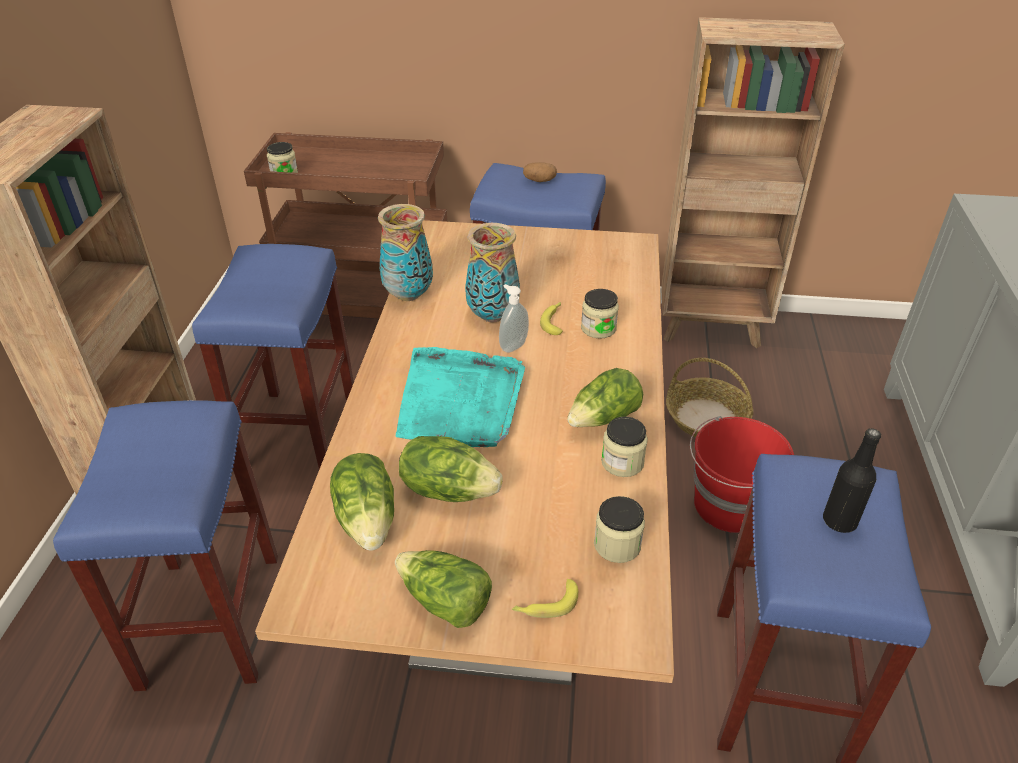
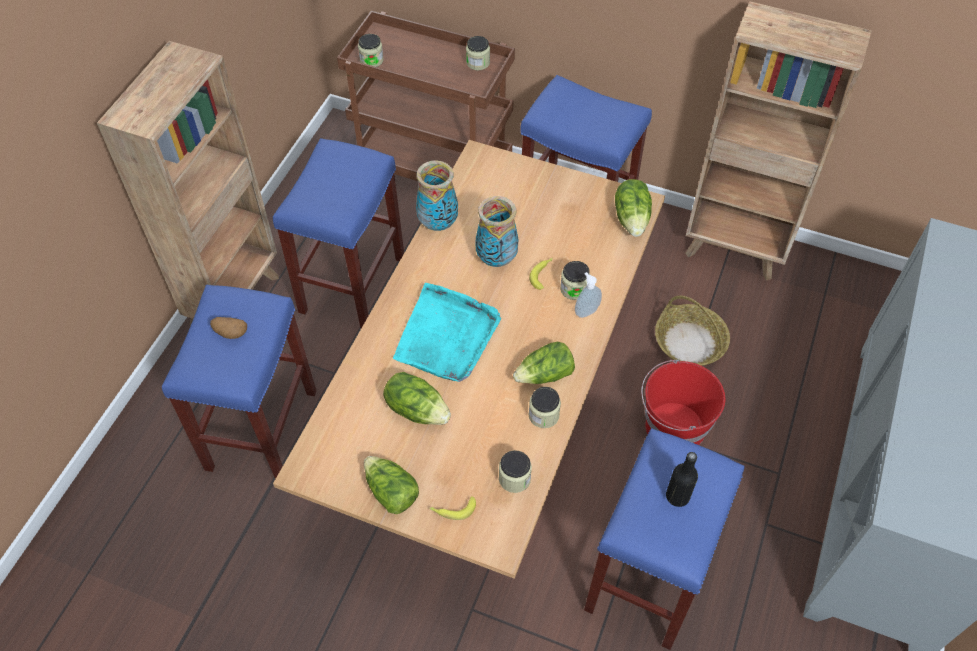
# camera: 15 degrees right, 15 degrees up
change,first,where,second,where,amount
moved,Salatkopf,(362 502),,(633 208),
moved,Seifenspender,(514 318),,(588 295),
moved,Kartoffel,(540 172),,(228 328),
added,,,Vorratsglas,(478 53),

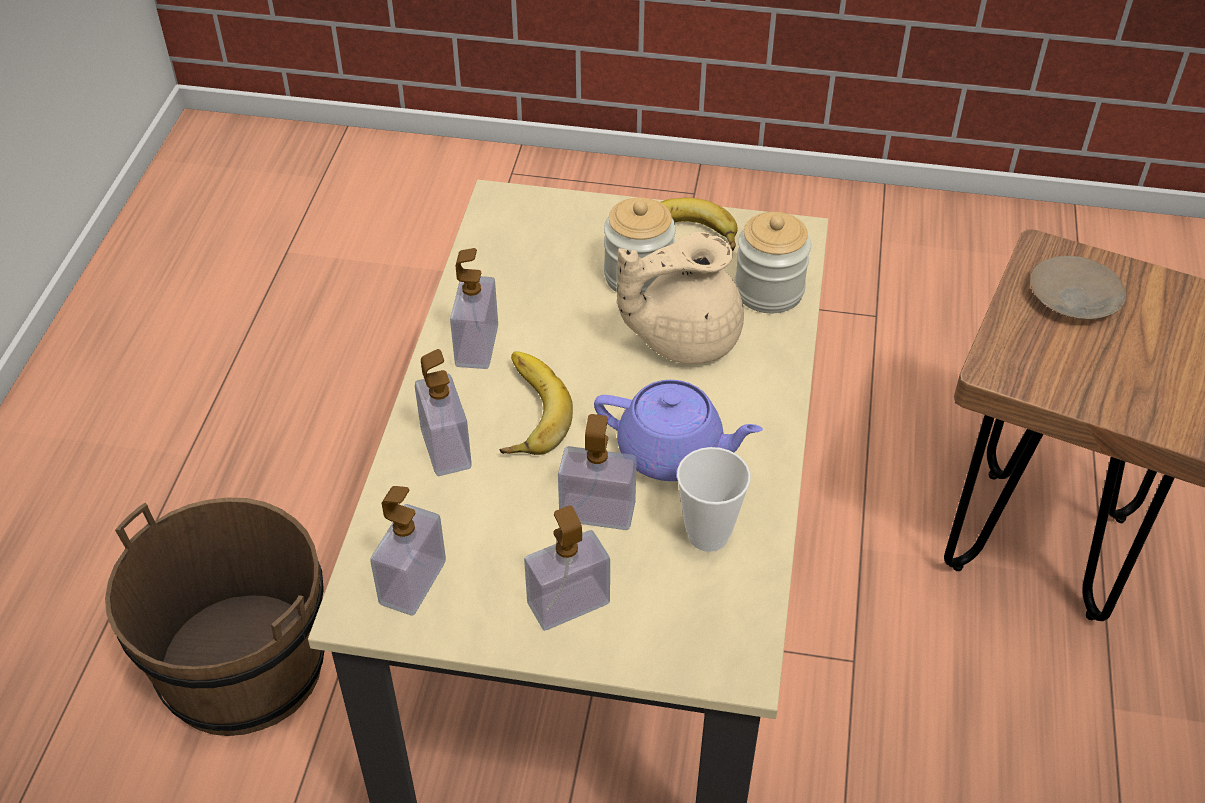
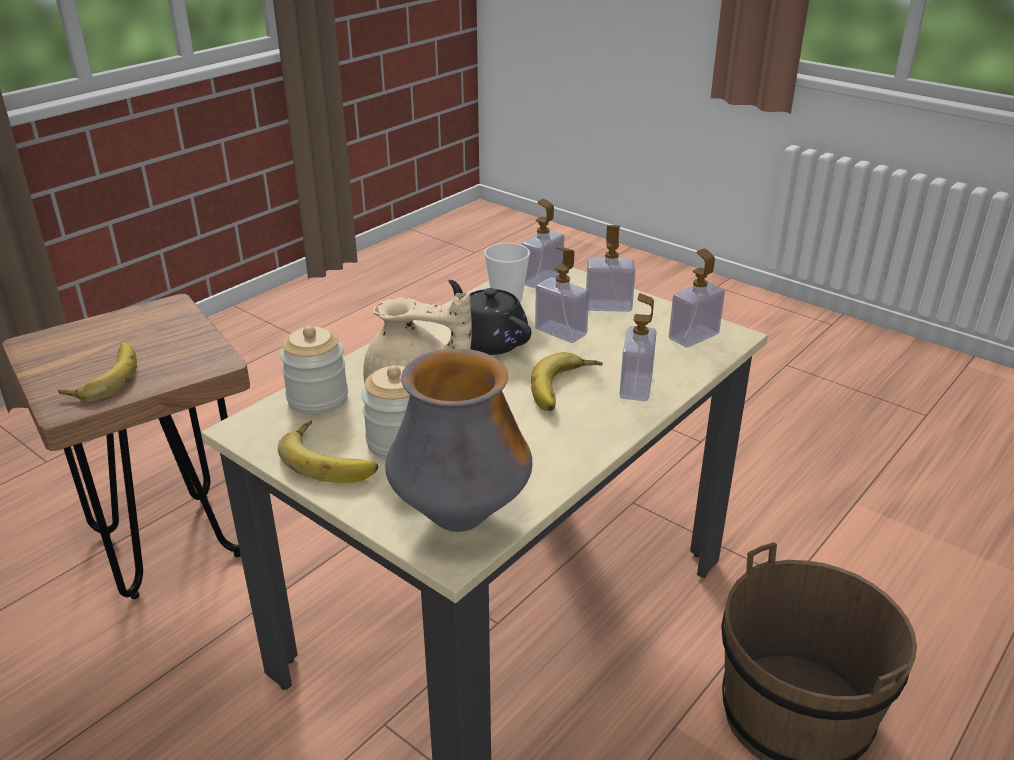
# camera: 150 degrees left, 15 degrees down
change,first,where,second,where,amount
moved,Seifenspender,(474 308),,(543 244),
recoloured,Teekanne [lila],(678 430),Teekanne [schwarz],(489 317),
replaced,Teller [beige],(1078 288),Banane,(97 372),
added,,,Vase,(458 440),

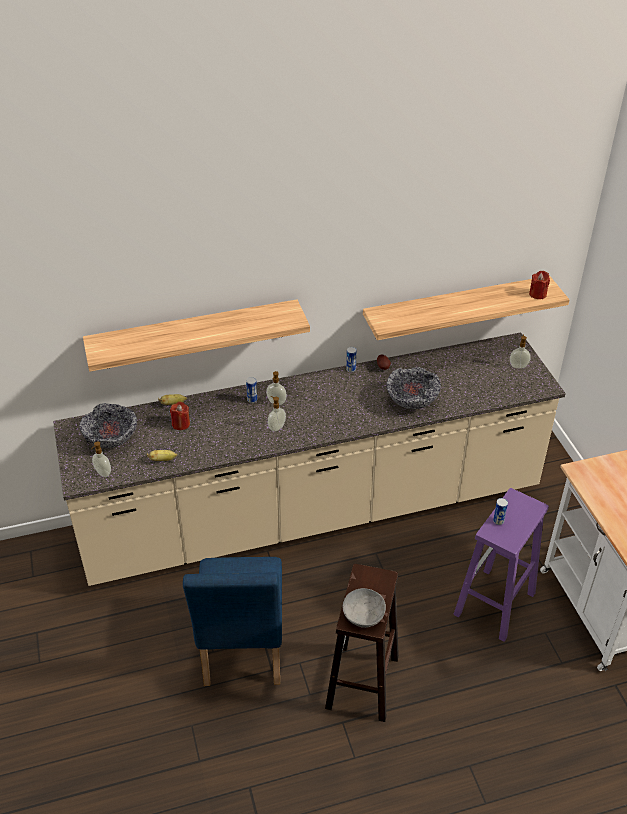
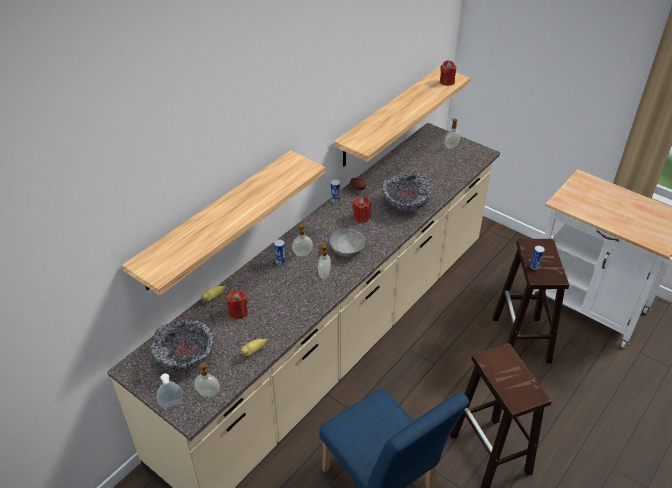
# camera: 35 degrees left, 0 degrees up
change,first,where,second,where,amount
moved,Schüssel [grau],(364 608),,(347 243),
recoloured,Hocker [lila],(501 565),Hocker [braun],(530 301),
added,,,Seifenspender,(170 390),
added,,,Kerze [rot],(361 209),

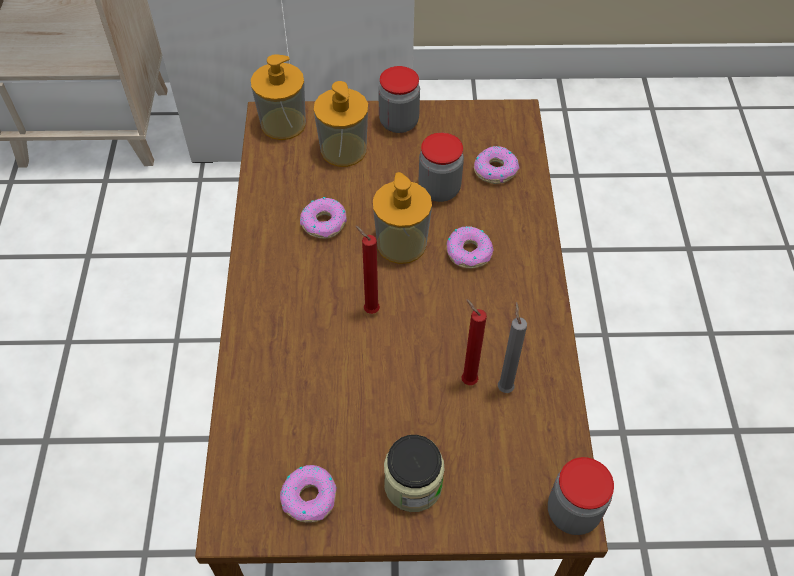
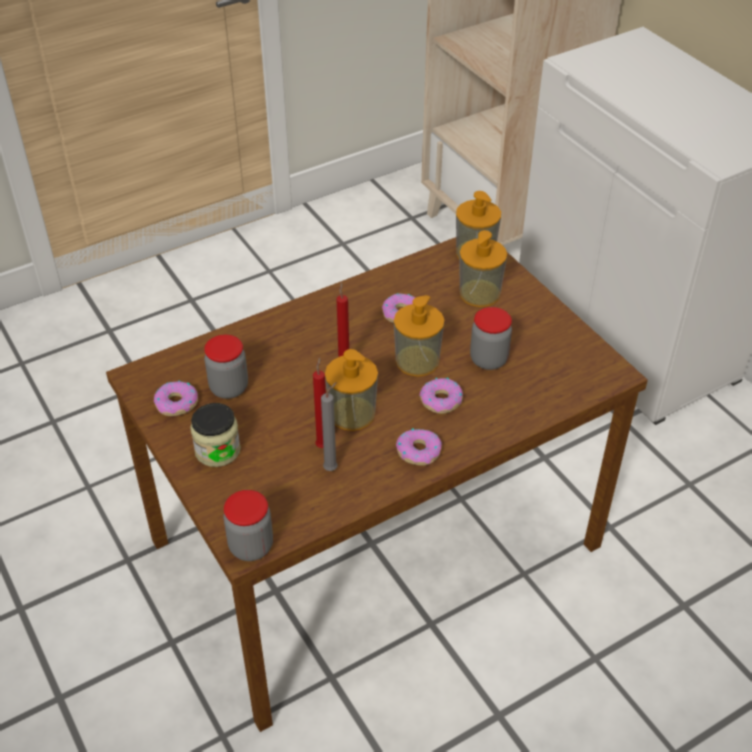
# camera: 60 degrees right, 10 degrees down
change,first,where,second,where,amount
moved,Vorratsglas,(399 99),,(226 367),
moved,Donut,(496 165),,(419 446),
added,,,Seifenspender,(351 390),

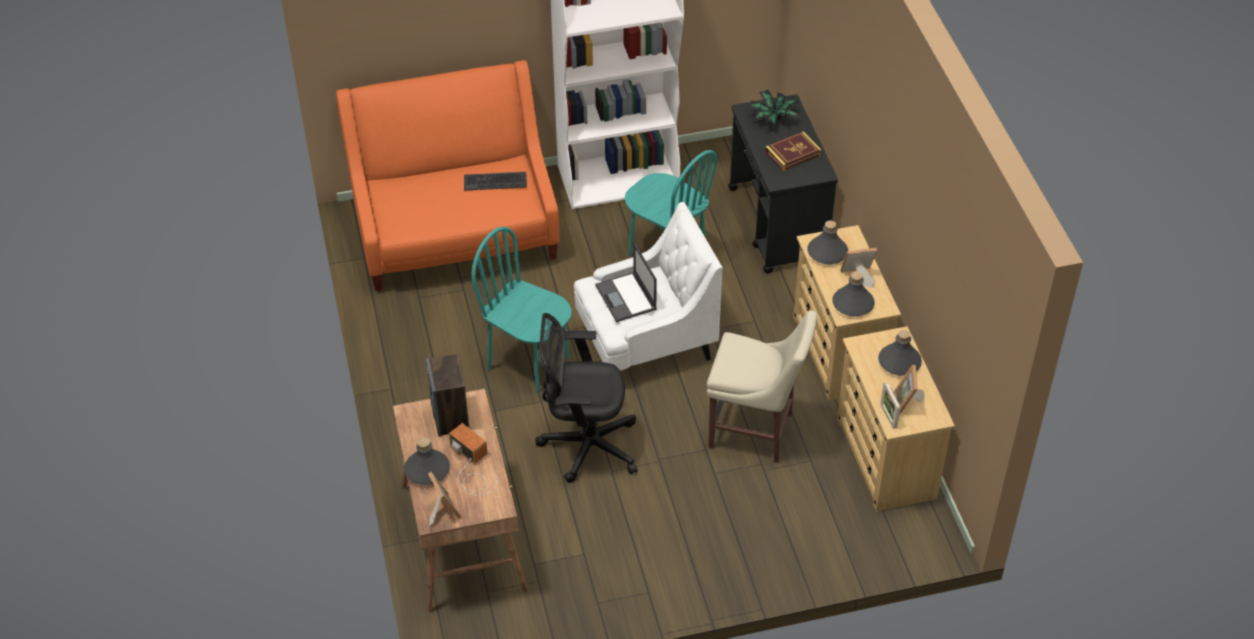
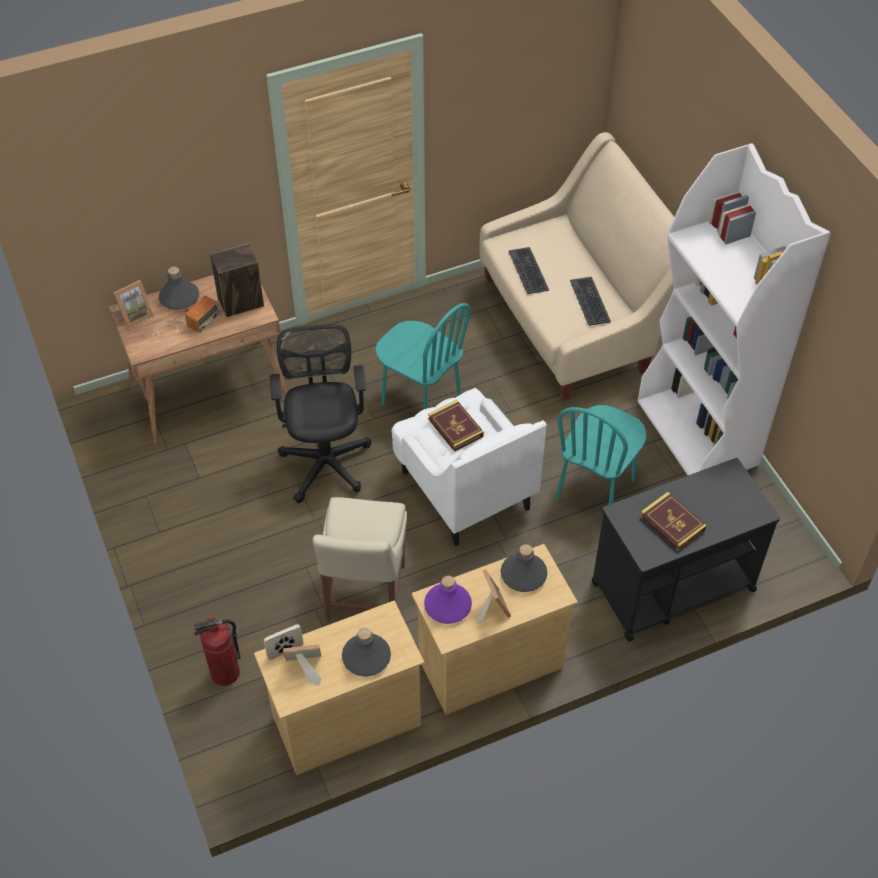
# camera: 80 degrees right, 5 degrees up
change,first,where,second,where,amount
recoloured,Sofa [orange],(448 175),Sofa [beige],(577 266),
turned,Stuhl [türkis],(521 310),,(423 356),105 degrees clockwise
replaced,Laptop,(626 282),Buch,(456 426),
removed,Topfpflanze,(774 107),,,
recoloured,Flasche [grau],(853 294),Flasche [lila],(448 600),
added,,,Feuerlöscher,(217 651),
added,,,Tastatur,(529 270),

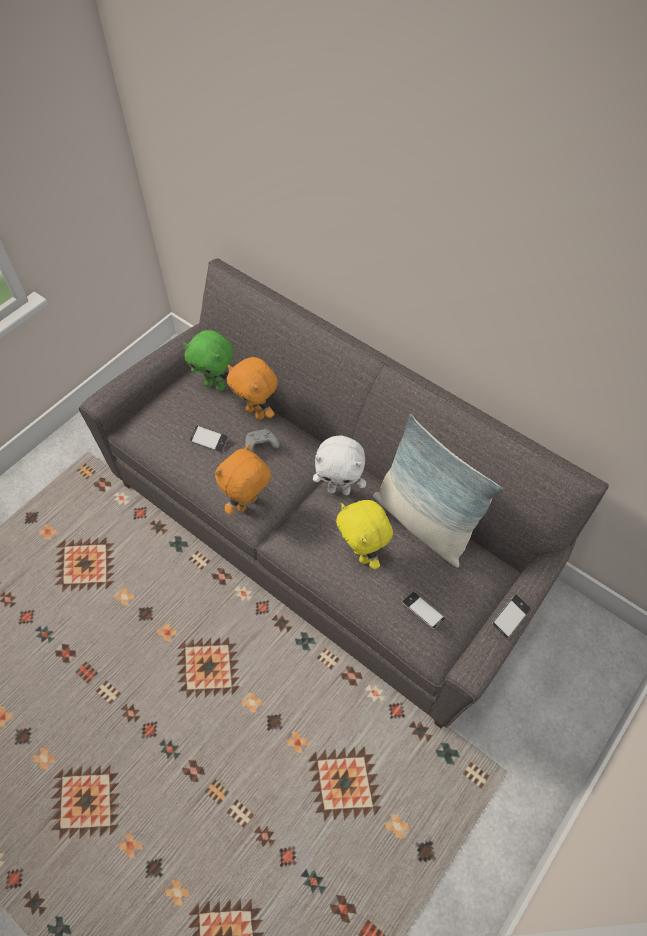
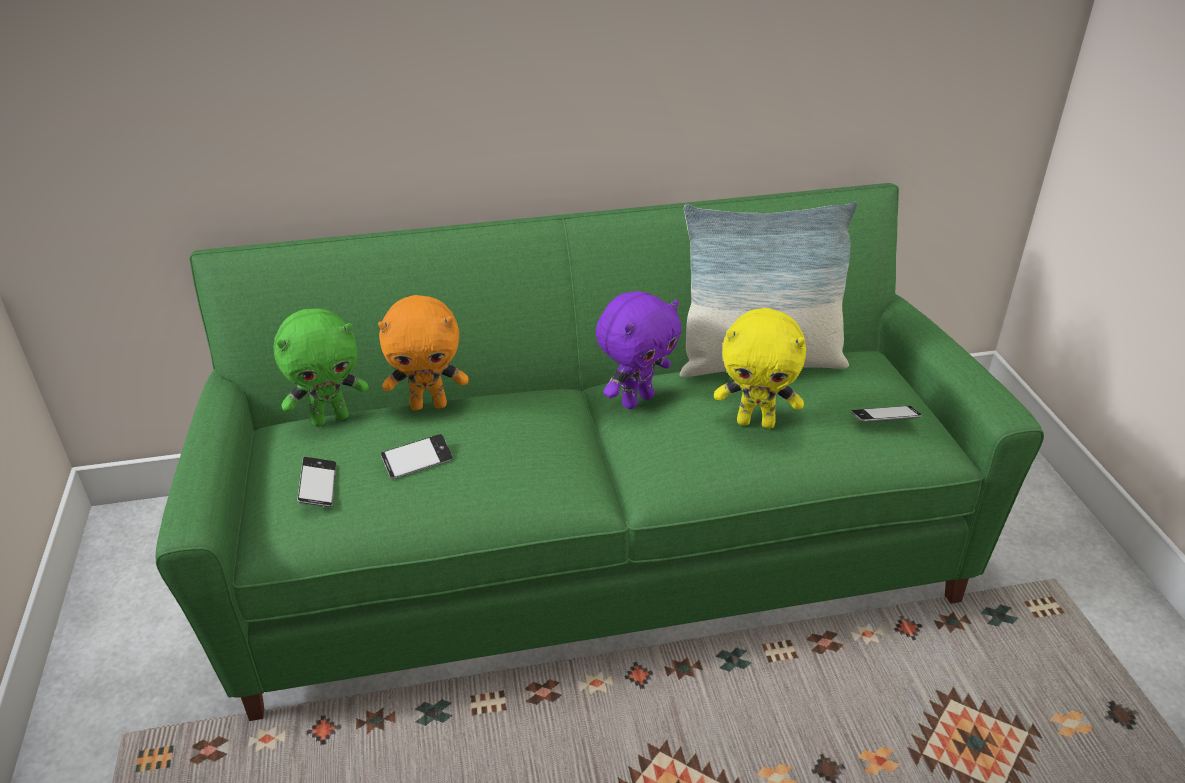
# camera: 50 degrees left, 20 degrees down
change,first,where,second,where,amount
recoloured,Sofa [grau],(344 493),Sofa [grün],(600 452),
removed,Plüschtier [orange],(243 479),,,
removed,Gamepad [grau],(262 440),,,
recoloured,Plüschtier [weiß],(339 465),Plüschtier [lila],(639 350),
moved,Handy,(511 616),,(316 482),

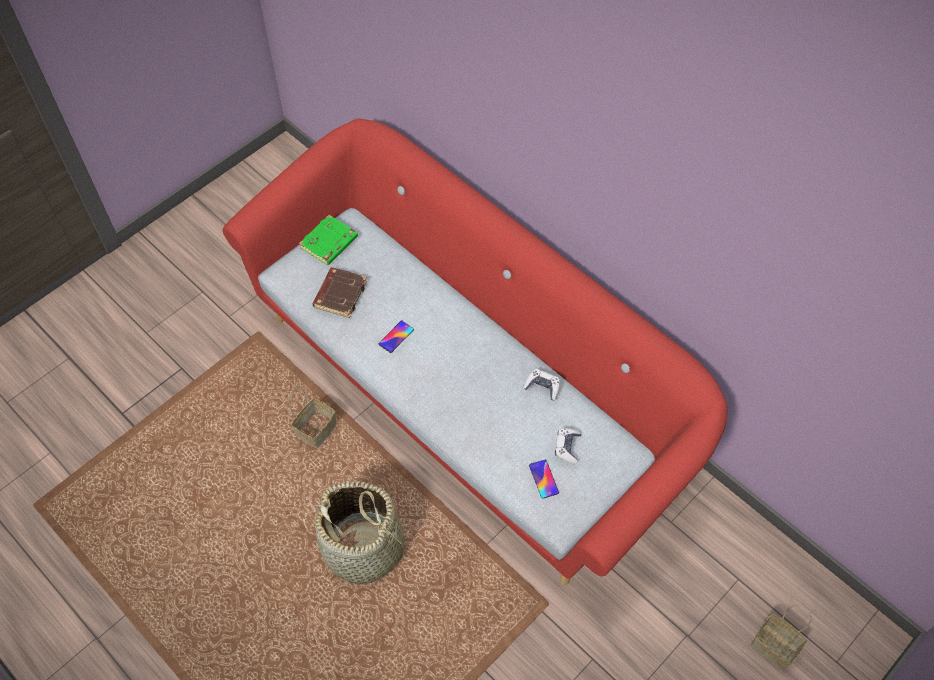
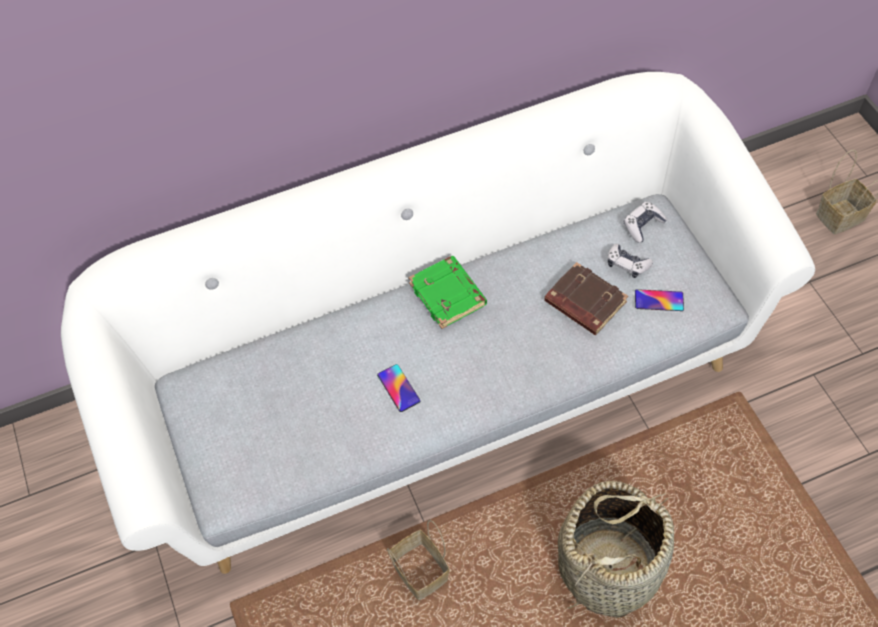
# camera: 65 degrees left, 0 degrees up
change,first,where,second,where,amount
recoloured,Sofa [rot],(475 351),Sofa [weiß],(438 323),
moved,Buch [grün],(328 240),,(448 292),
moved,Buch [braun],(339 292),,(586 298),
moved,Gamepad,(541 384),,(645 222),

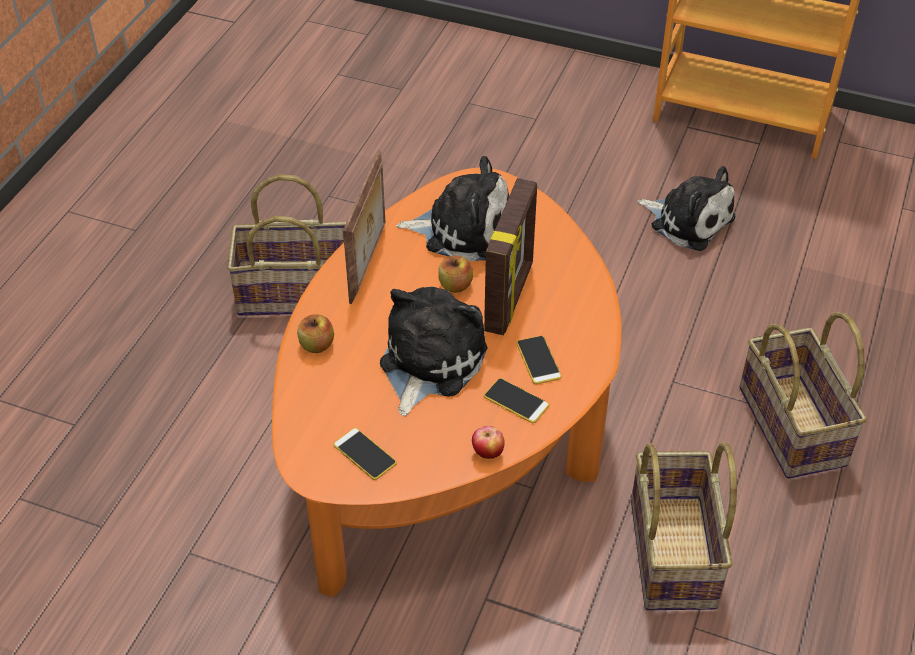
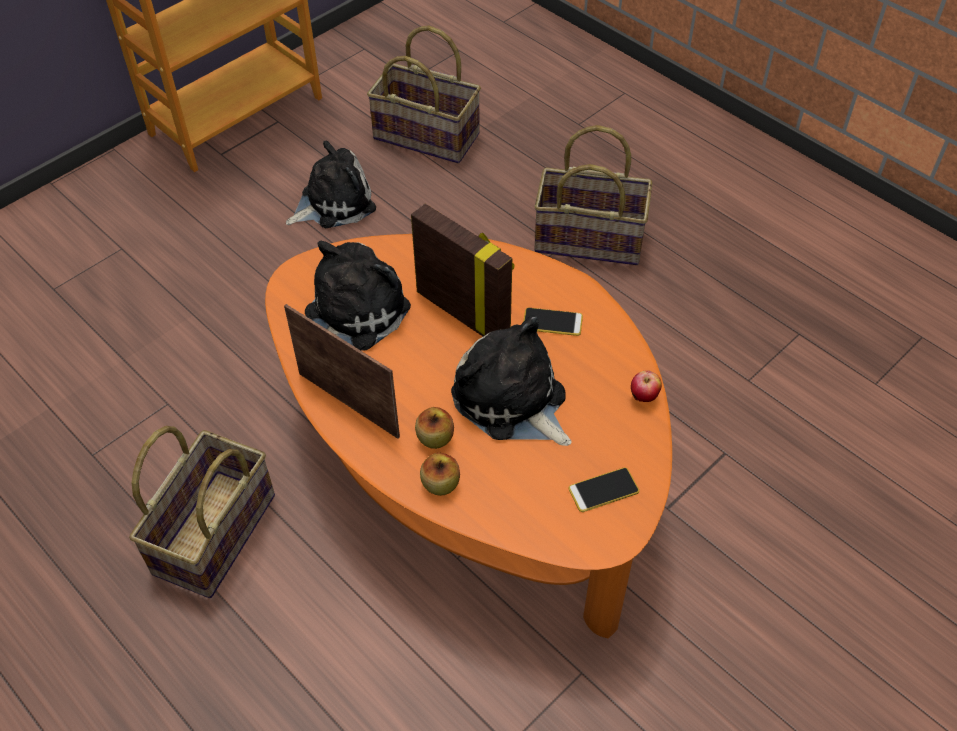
# camera: 65 degrees left, 5 degrees up
change,first,where,second,where,amount
moved,Apfel,(455 274),,(434 428),
removed,Handy,(516 400),,,
moved,Korb,(684 526),,(424 94),

